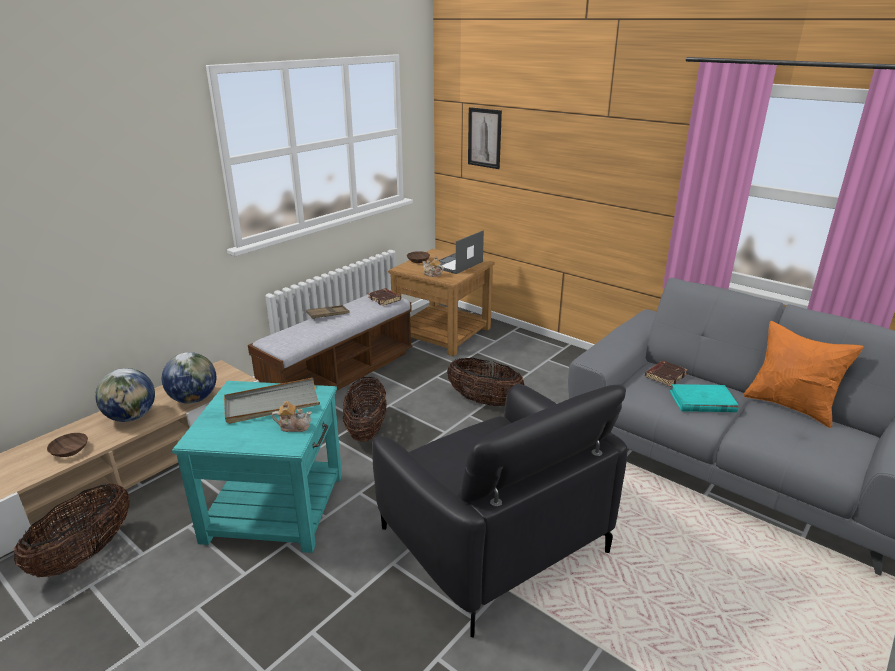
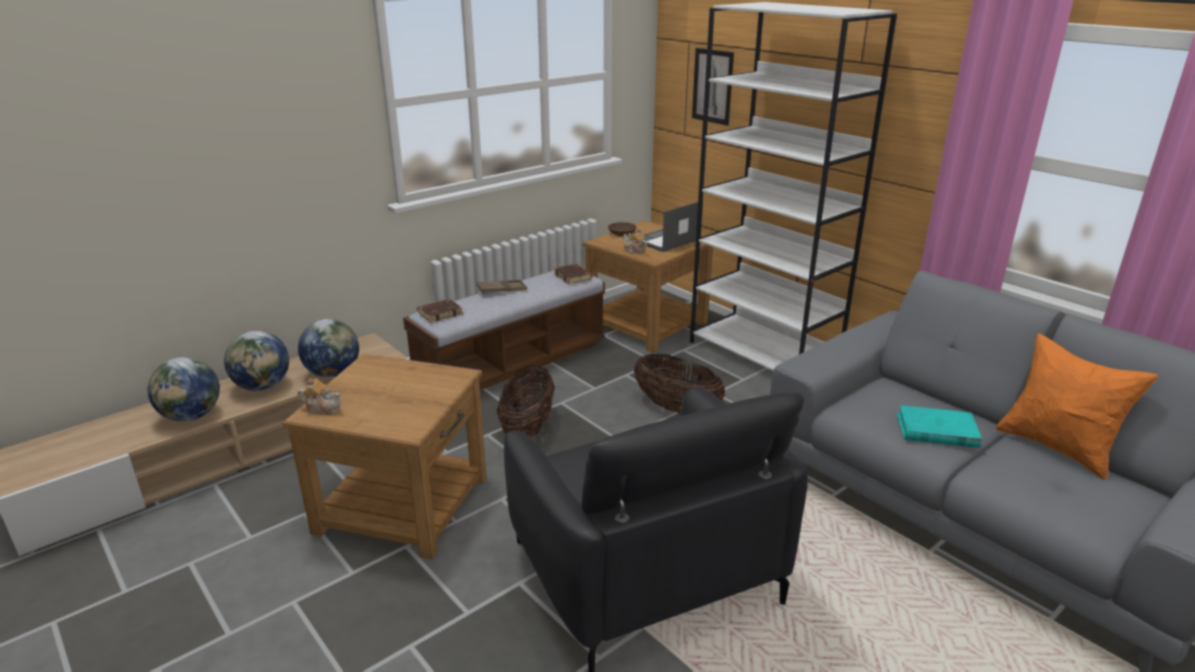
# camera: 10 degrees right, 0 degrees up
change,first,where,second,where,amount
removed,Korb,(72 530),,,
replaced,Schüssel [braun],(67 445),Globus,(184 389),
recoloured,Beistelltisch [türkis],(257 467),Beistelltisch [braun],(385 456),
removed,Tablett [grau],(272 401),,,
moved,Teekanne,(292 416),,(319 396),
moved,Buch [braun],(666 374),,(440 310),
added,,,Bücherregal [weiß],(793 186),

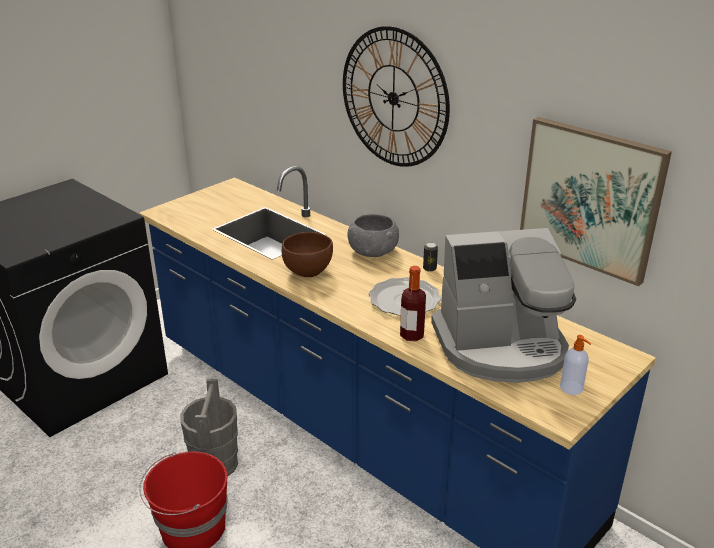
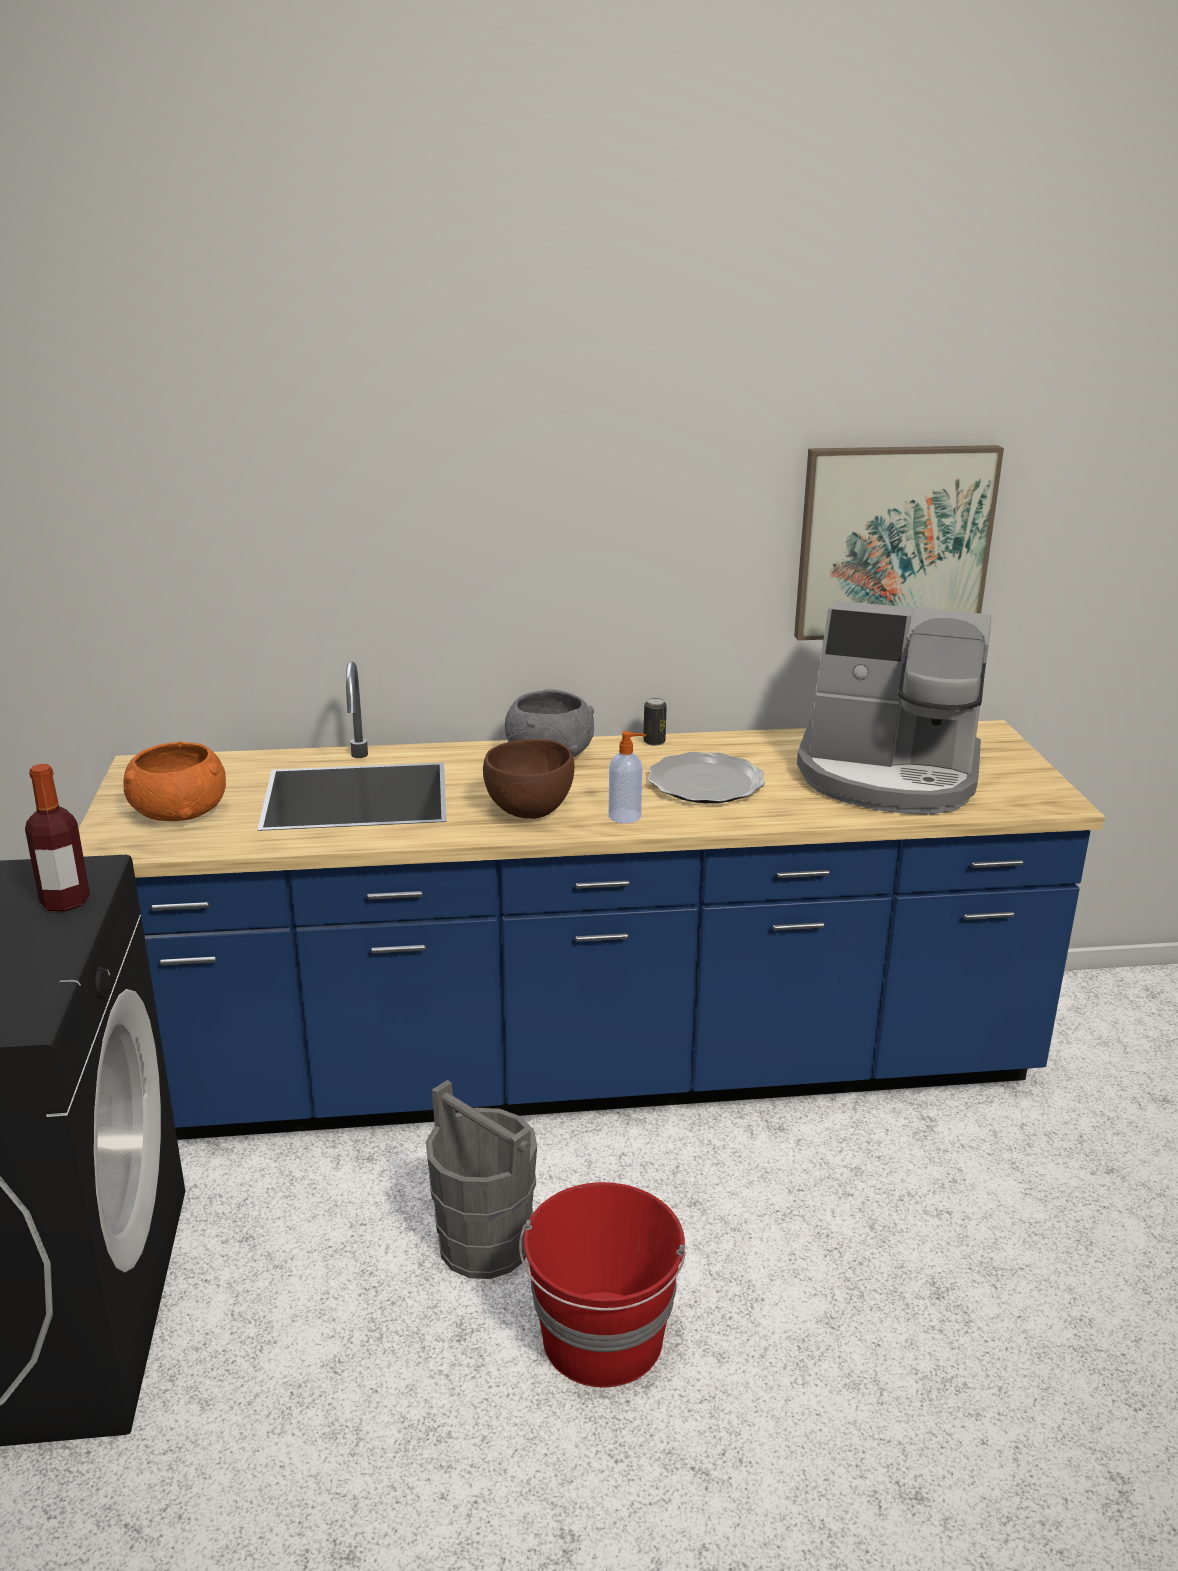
# camera: 50 degrees left, 5 degrees down
change,first,where,second,where,amount
removed,Wanduhr,(396 96),,,
moved,Flasche,(413 303),,(57 838),
turned,Kaffeemaschine,(503 305),,(894 708),75 degrees clockwise
moved,Seifenspender,(575 365),,(627 777),
added,,,Schüssel [orange],(174 781),

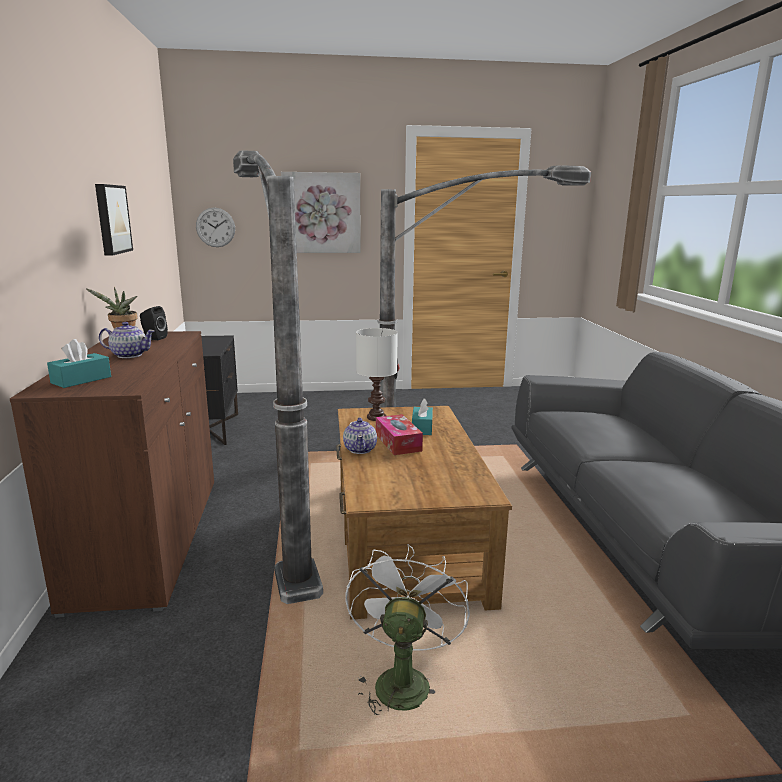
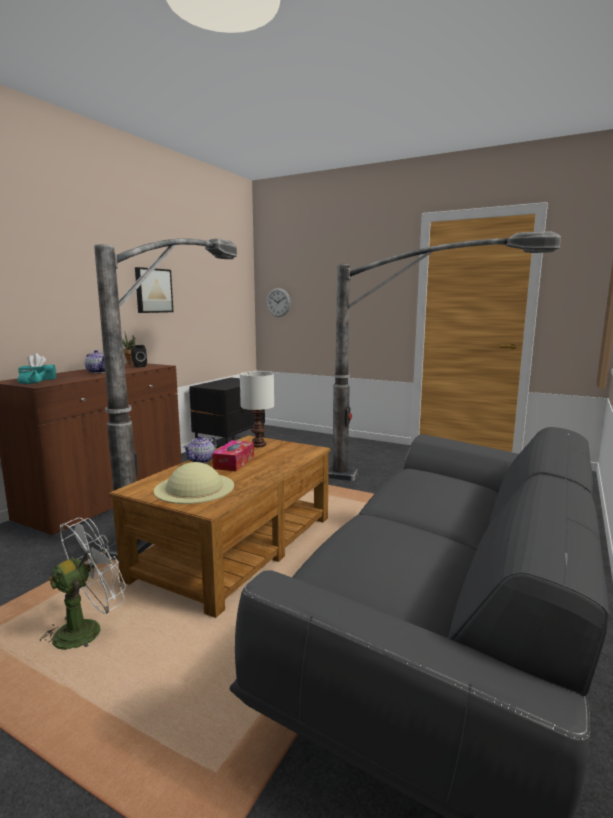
# camera: 35 degrees right, 5 degrees down
change,first,where,second,where,amount
removed,Bild,(321 212),,,
removed,Taschentuchbox [türkis],(422 416),,,
added,,,Teekanne [türkis],(35 374),
added,,,Hut [beige],(194 483),

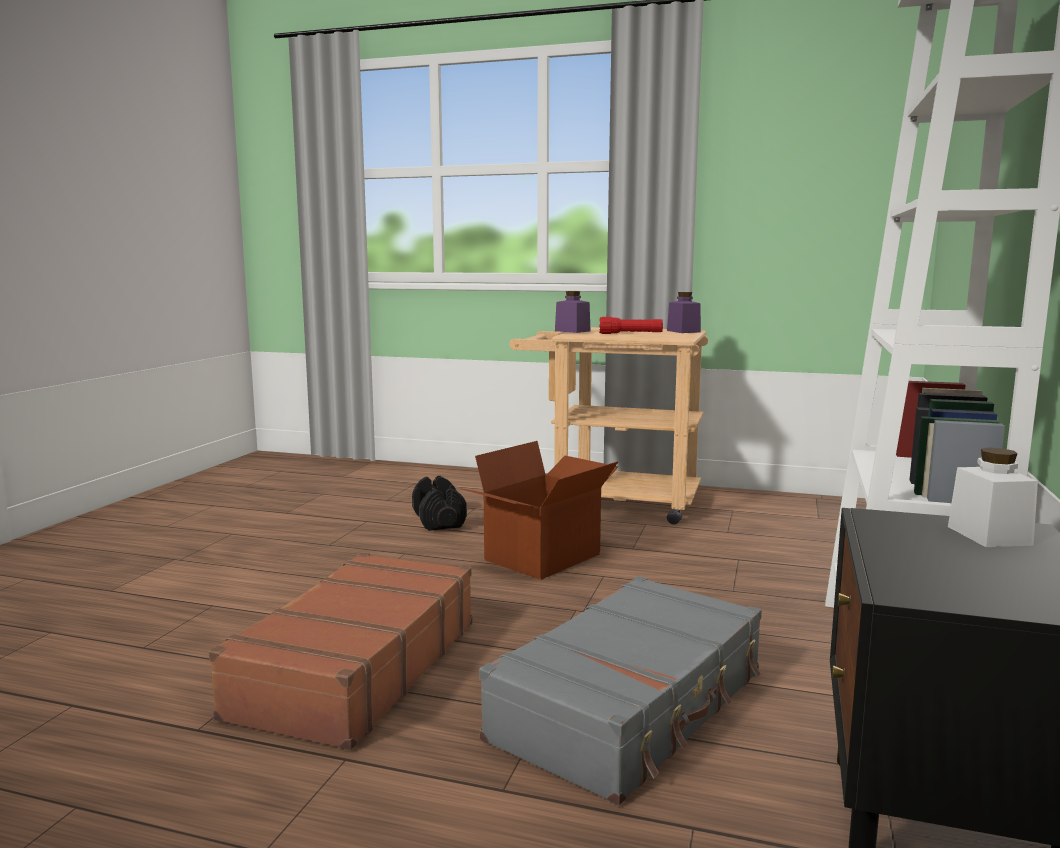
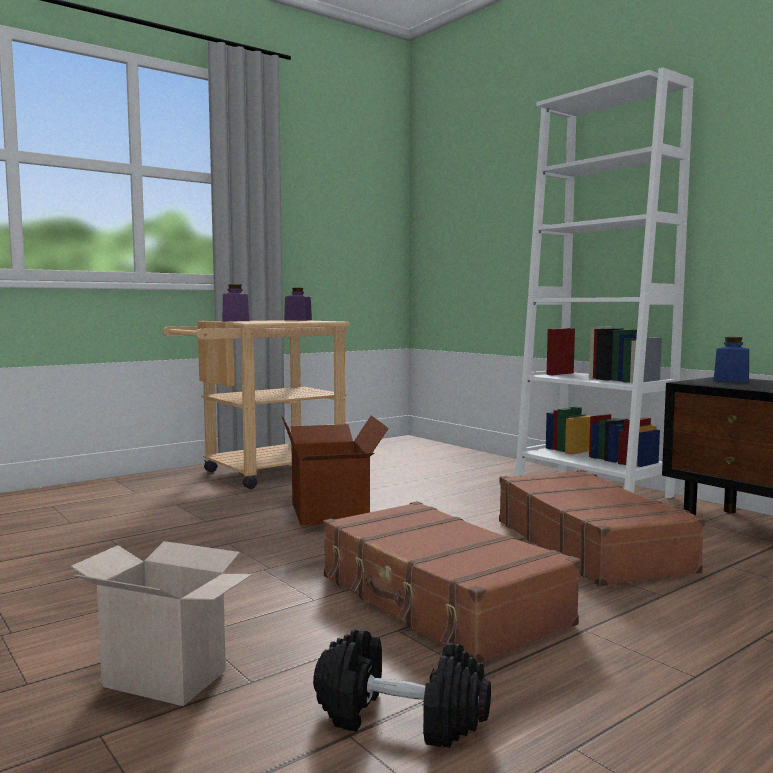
# camera: 55 degrees left, 5 degrees down
change,first,where,second,where,amount
moved,Hantel [schwarz],(439 503),,(402 688),
recoloured,Koffer [grau],(620 690),Koffer [braun],(602 528),
removed,Taschenlampe [rot],(631 325),,,
recoloured,Vorratsglas [weiß],(993 497),Vorratsglas [blau],(731 359),
added,,,Karton,(162 623),

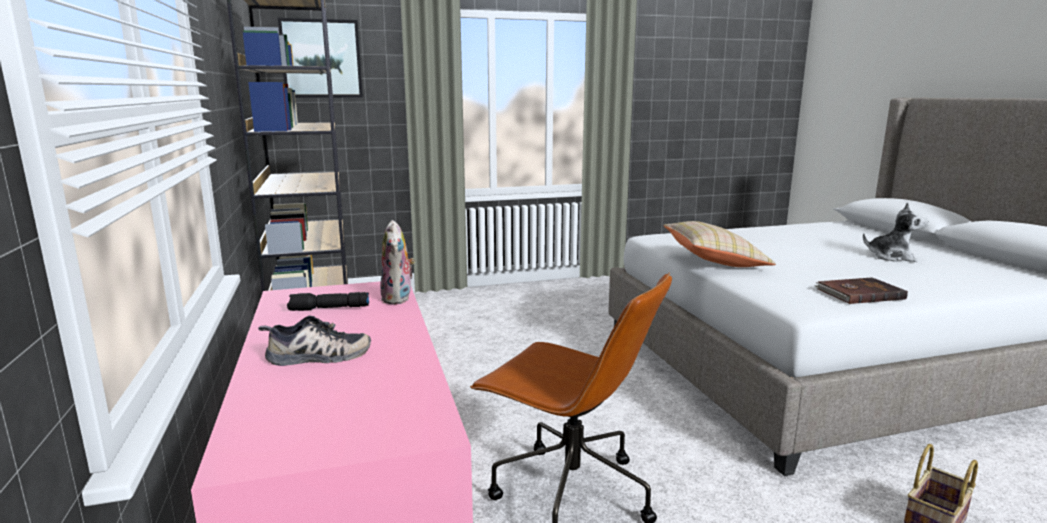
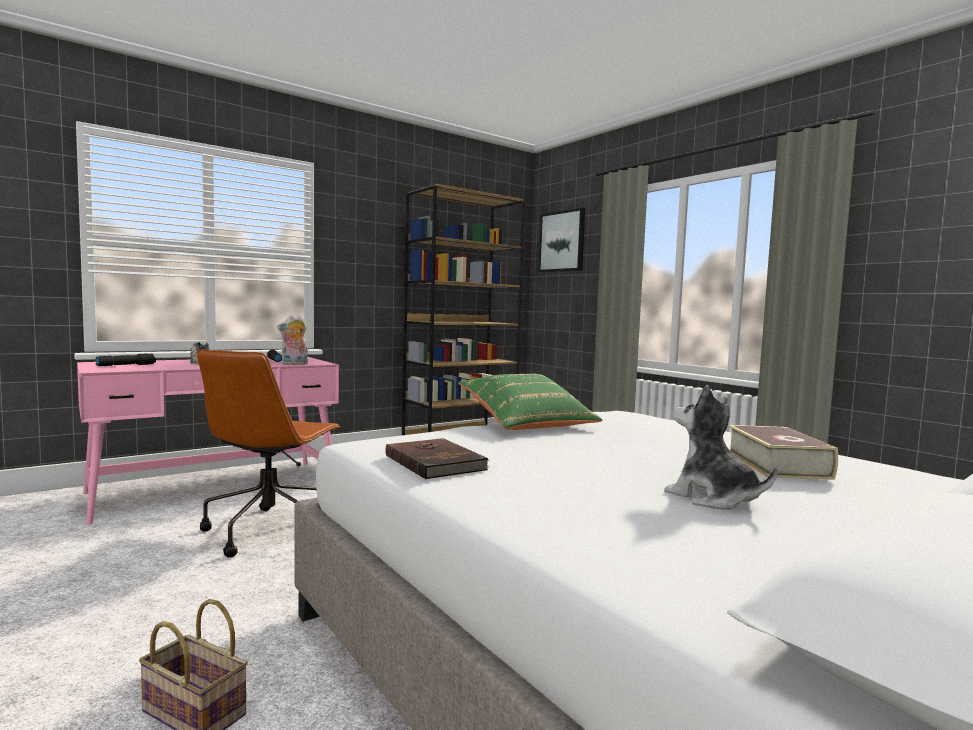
# camera: 70 degrees right, 10 degrees down
change,first,where,second,where,amount
recoloured,Kissen [beige],(719 244),Kissen [grün],(530 402),
turned,Plüschtier,(895 232),,(720 447),135 degrees clockwise
added,,,Taschenlampe [schwarz],(126 359),
added,,,Buch,(783 452),

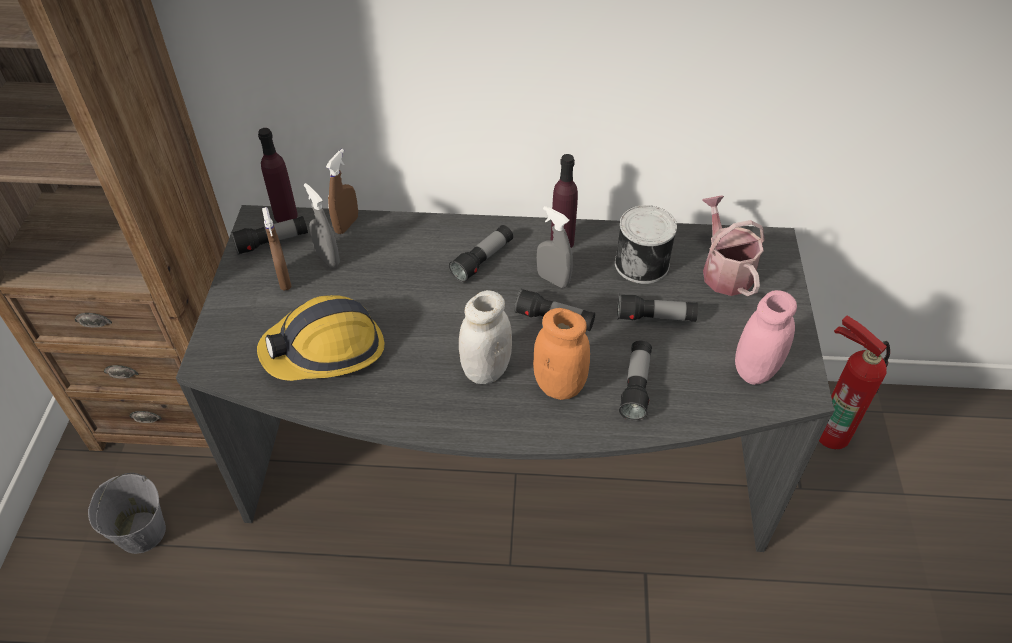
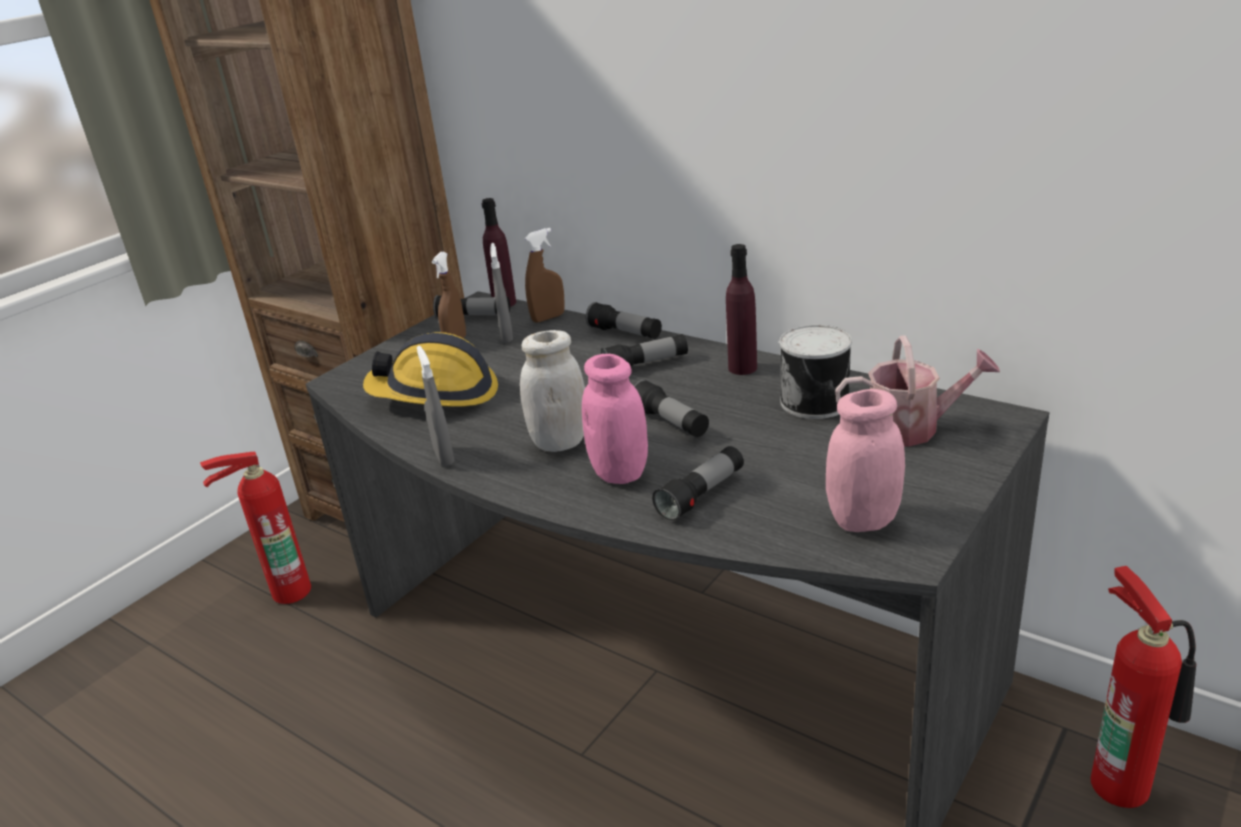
# camera: 35 degrees right, 20 degrees down
change,first,where,second,where,amount
replaced,Eimer [grau],(127 513),Feuerlöscher,(255 528),
recoloured,Vorratsglas [orange],(561 354),Vorratsglas [rosa],(615 419),
moved,Sprühflasche [grau],(555 247),,(435 406),
moved,Taschenlampe,(657 308),,(624 320),
turned,Gießkanne,(733 245),,(917 391),75 degrees clockwise

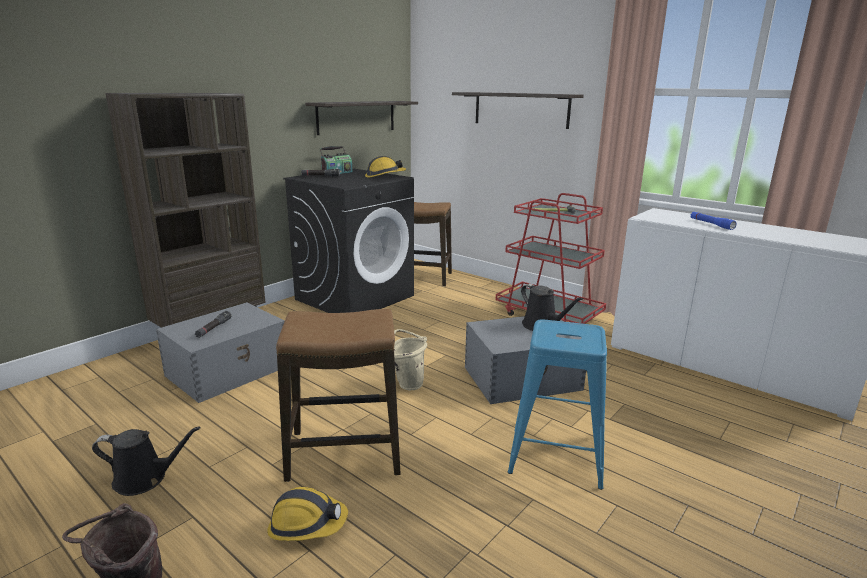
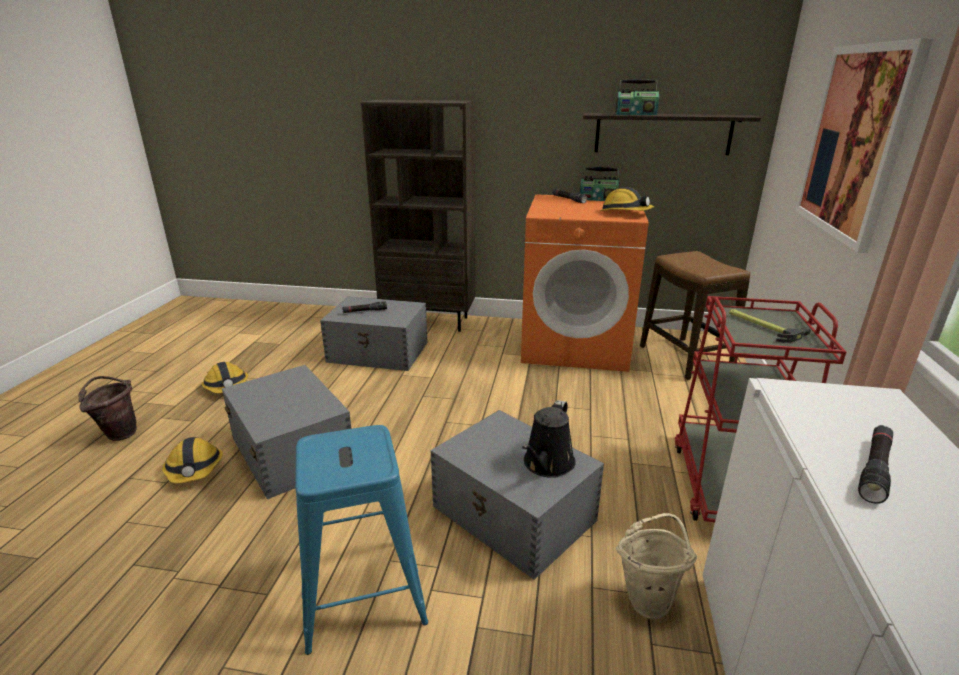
# camera: 60 degrees right, 5 degrees up
change,first,where,second,where,amount
replaced,Gießkanne [schwarz],(146 461),Schutzhelm,(224 377),
replaced,Hocker,(338 395),Aufbewahrungsbox [grau],(287 432),
recoloured,Waschmaschine [schwarz],(348 240),Waschmaschine [orange],(585 283),
moved,Eimer [beige],(410 359),,(656 566),
replaced,Wandregal,(518 110),Bild,(864 145),
recoloured,Taschenlampe [blau],(713 221),Taschenlampe [schwarz],(875 464),
added,,,Radio,(637 97),

